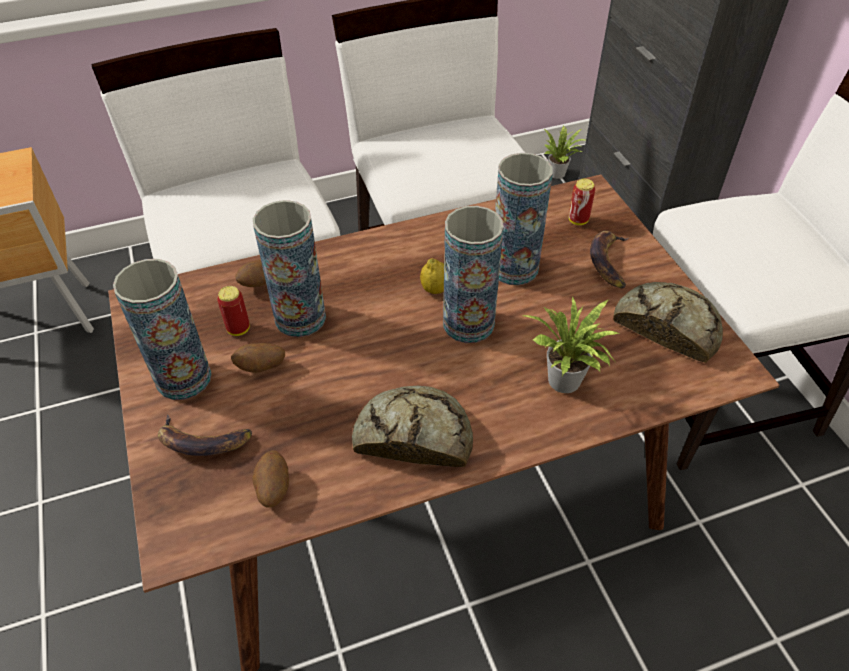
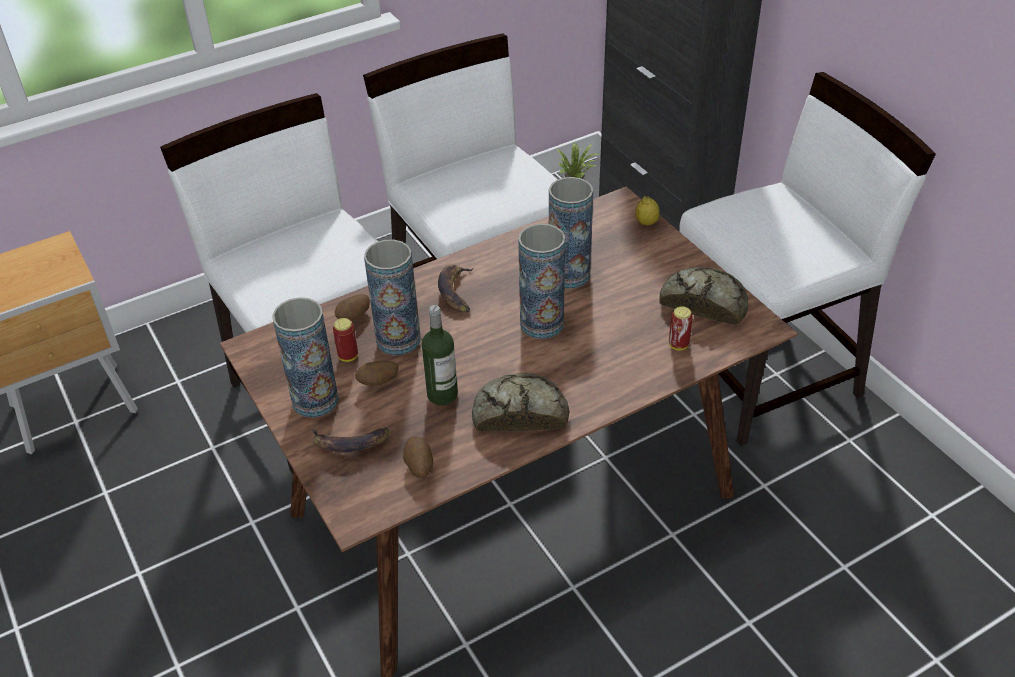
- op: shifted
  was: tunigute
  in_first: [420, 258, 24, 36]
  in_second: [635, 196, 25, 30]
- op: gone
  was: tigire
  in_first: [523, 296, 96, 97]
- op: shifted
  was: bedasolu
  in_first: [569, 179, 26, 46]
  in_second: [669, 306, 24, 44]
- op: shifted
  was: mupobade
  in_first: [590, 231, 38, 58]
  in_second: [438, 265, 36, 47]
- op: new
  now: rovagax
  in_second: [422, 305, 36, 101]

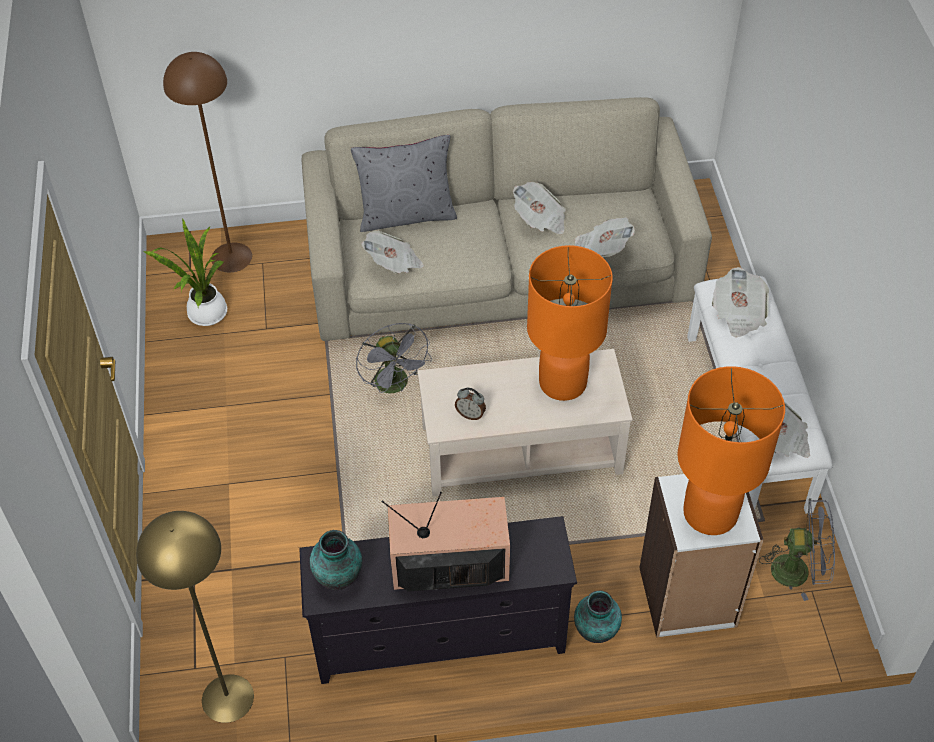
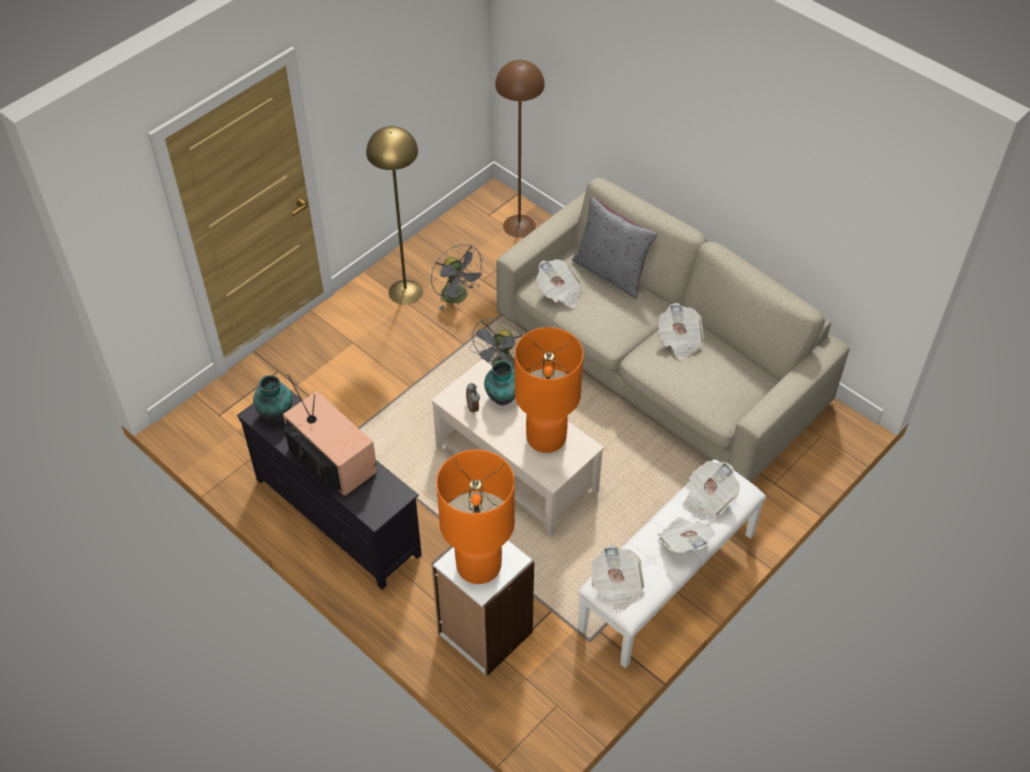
- op: shifted
  was: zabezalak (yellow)
  in_first: [136, 511, 118, 212]
  in_second: [366, 126, 57, 179]
- op: gone
  was: tigire
  in_first: [143, 217, 84, 109]
- op: shifted
  was: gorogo
  in_first: [574, 591, 48, 52]
  in_second: [484, 360, 31, 46]
- op: shifted
  was: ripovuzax
  in_first: [575, 218, 60, 39]
  in_second: [657, 517, 59, 36]
- op: shifted
  was: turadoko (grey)
  in_first: [759, 498, 76, 103]
  in_second: [431, 244, 55, 66]

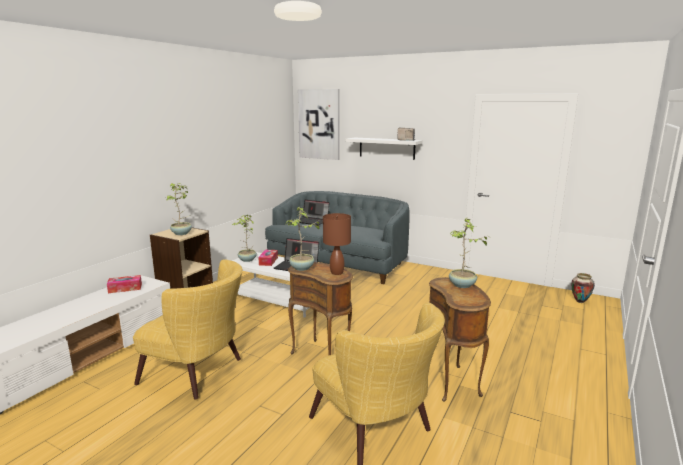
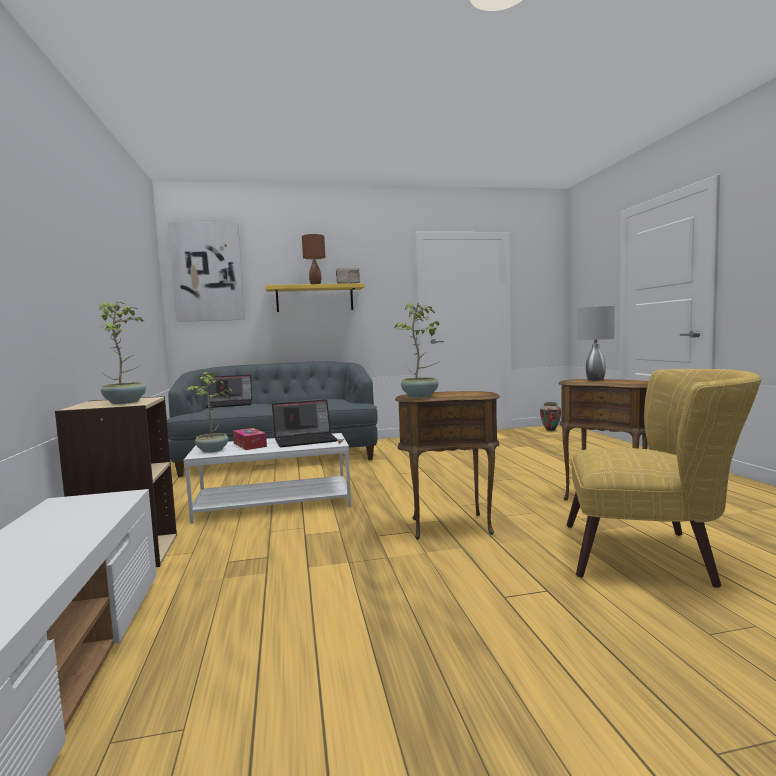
- op: gone
  was: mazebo
  in_first: [107, 275, 35, 18]
- op: gone
  was: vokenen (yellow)
  in_first: [133, 259, 110, 141]
- op: shifted
  was: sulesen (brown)
  in_first: [323, 213, 28, 62]
  in_second: [302, 234, 23, 50]
- op: repainted
  was: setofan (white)
  now: setofan (yellow)
  in_first: [345, 138, 78, 22]
  in_second: [265, 283, 100, 29]
- op: swapped
  was: tigire
  now: sulesen (grey)
  in_first: [449, 218, 38, 70]
  in_second: [578, 306, 37, 75]

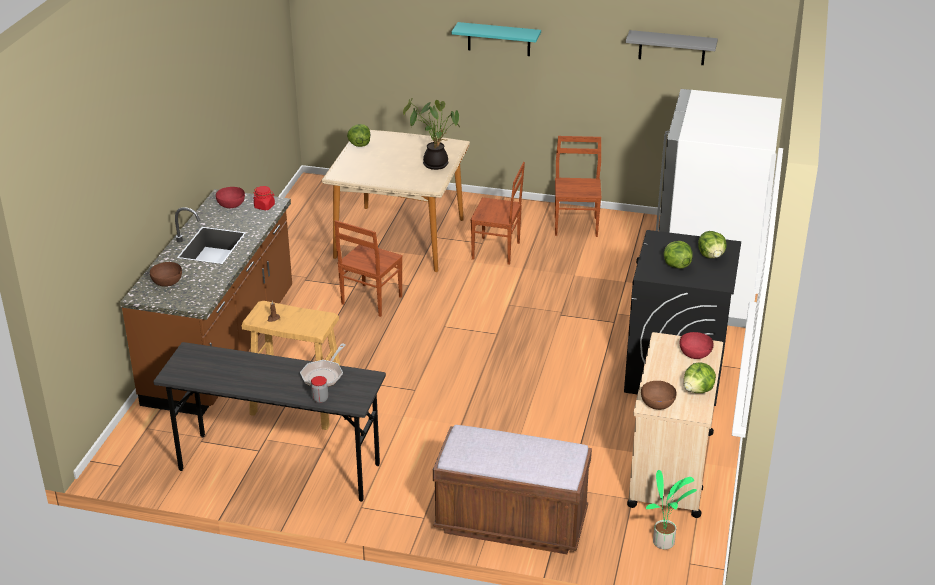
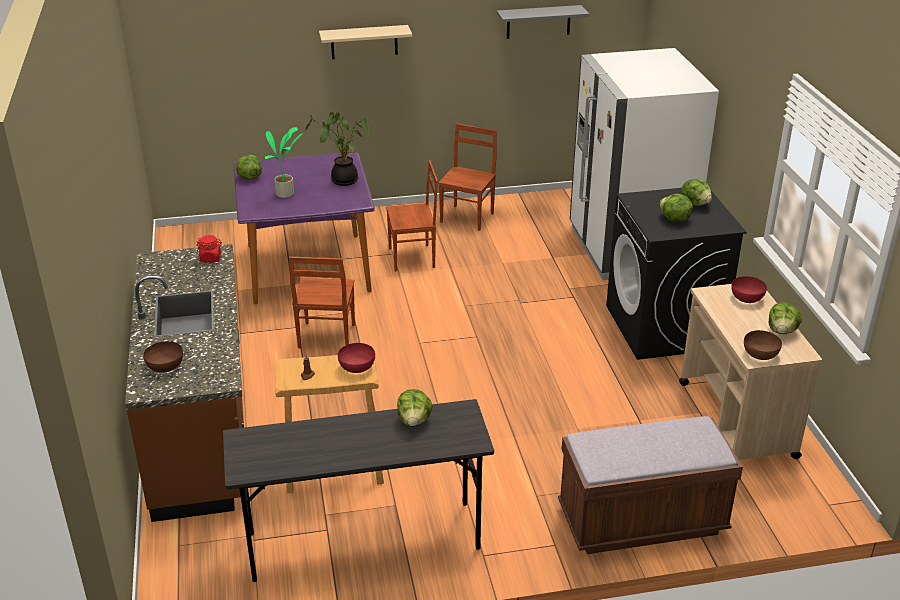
- op: shifted
  was: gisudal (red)
  in_first: [216, 187, 29, 21]
  in_second: [338, 343, 37, 30]
- op: swapped
  was: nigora
  now: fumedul
  in_first: [300, 343, 46, 44]
  in_second: [397, 389, 36, 37]
- op: gone
  was: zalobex
  in_first: [311, 376, 17, 27]
- op: repainted
  was: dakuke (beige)
  now: dakuke (purple)
  in_first: [322, 130, 148, 142]
  in_second: [233, 152, 142, 152]
- op: repainted
  was: setofan (turquoise)
  now: setofan (beige)
  in_first: [451, 22, 90, 34]
  in_second: [319, 25, 93, 34]
- op: rotated
  was: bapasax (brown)
  in_first: [555, 136, 47, 101]
  in_second: [438, 123, 59, 108]
  clockwise: 45
- op: shifted
  was: tigire
  in_first: [646, 470, 51, 80]
  in_second: [265, 127, 37, 71]

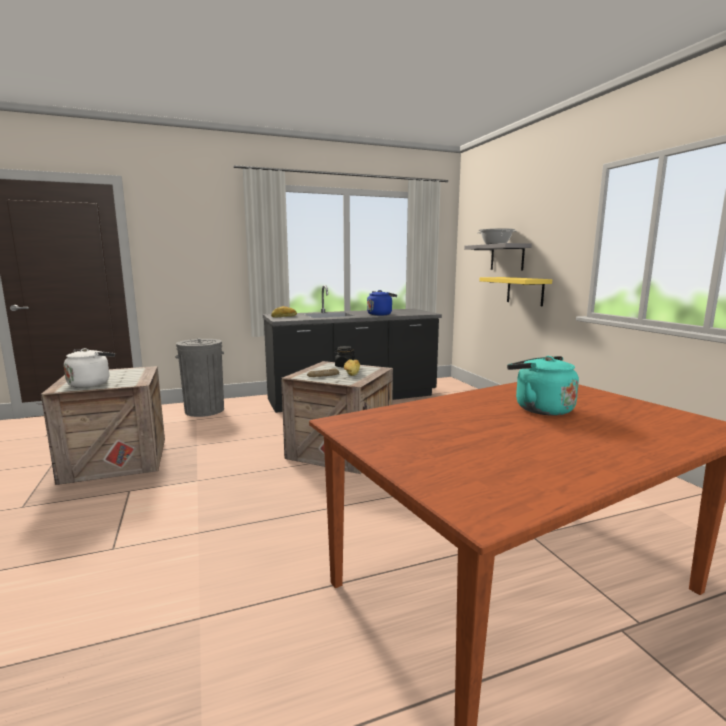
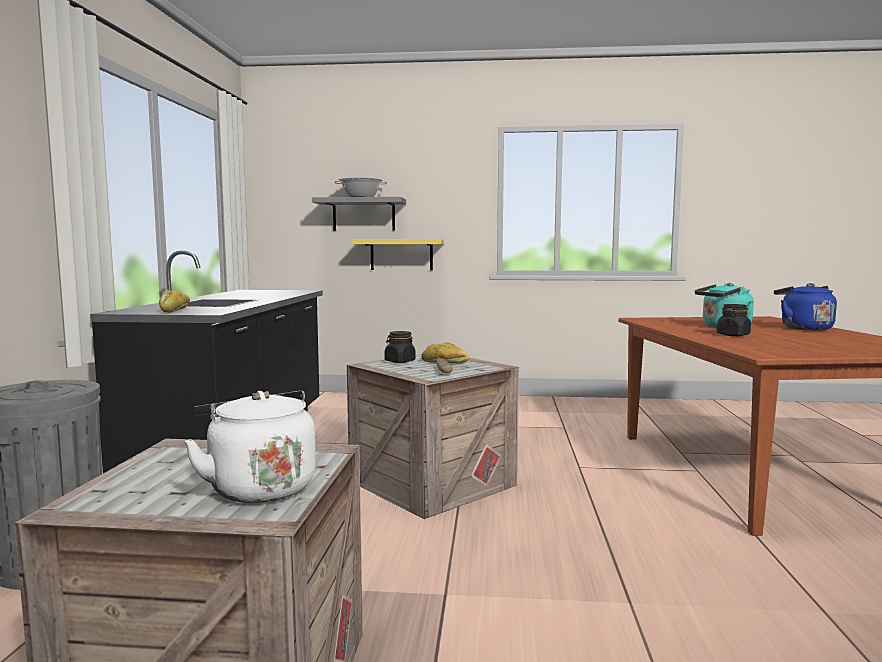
- op: shifted
  was: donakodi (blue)
  in_first: [367, 290, 30, 26]
  in_second: [774, 283, 63, 47]
- op: new
  now: zalobex (black)
  in_second: [717, 304, 34, 32]

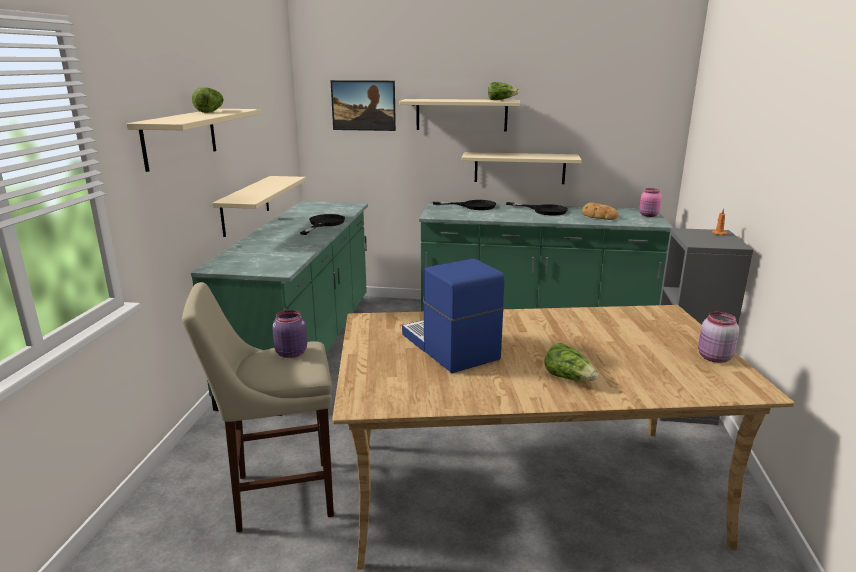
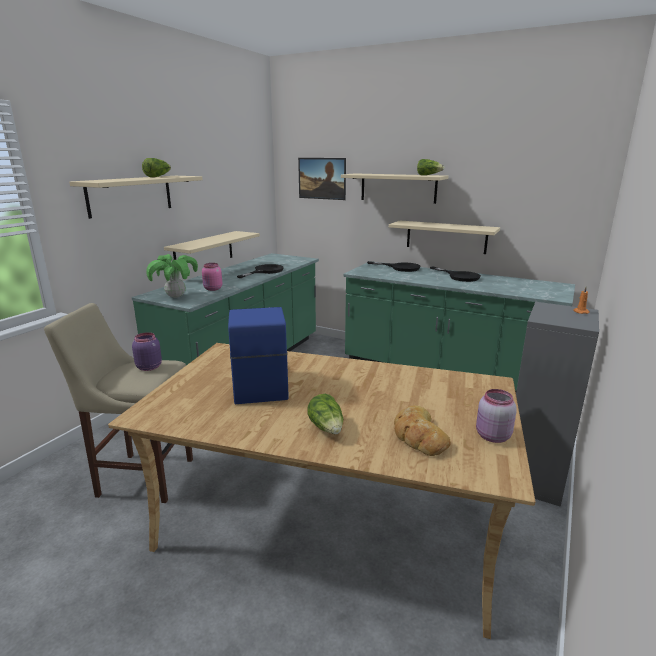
- op: shifted
  was: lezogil
  in_first: [582, 202, 37, 18]
  in_second: [394, 405, 57, 51]
- op: shifted
  was: zalobex (pink)
  in_first: [639, 188, 23, 29]
  in_second: [202, 263, 20, 28]
- op: new
  now: tigire
  in_second: [146, 254, 52, 44]

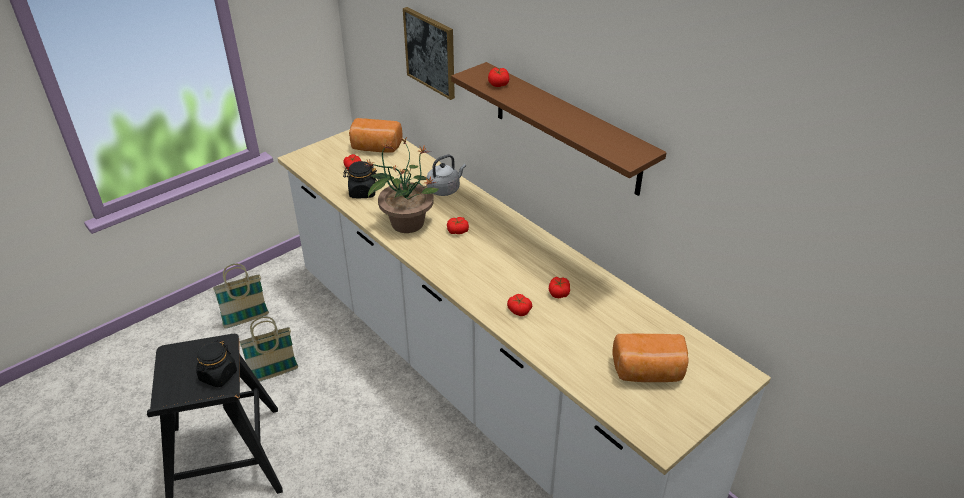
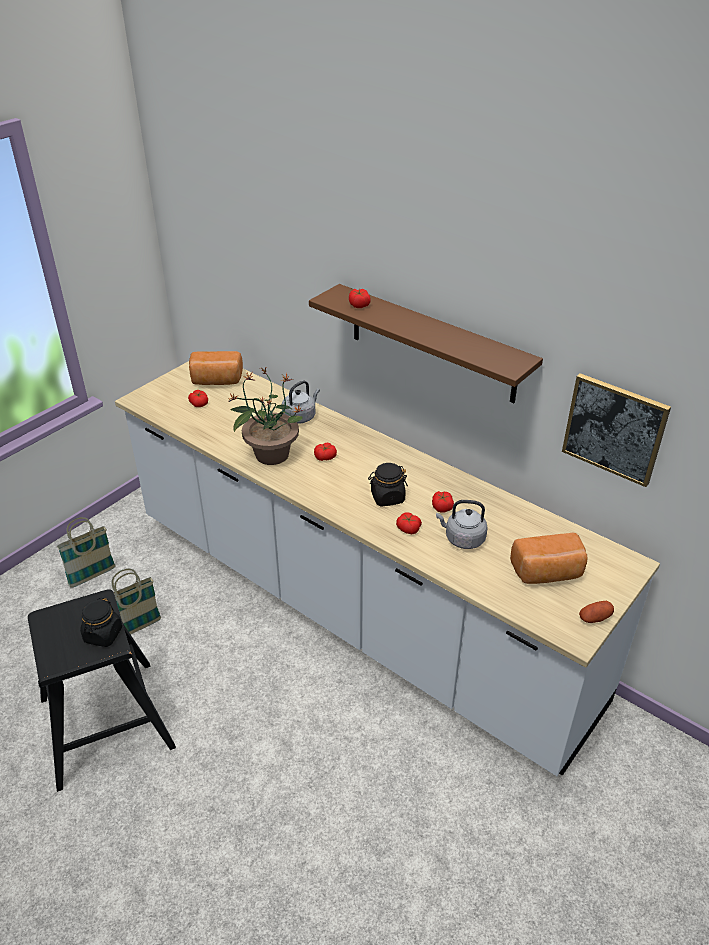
- op: shifted
  was: zalobex (black)
  in_first: [343, 161, 36, 37]
  in_second: [368, 463, 40, 44]
- op: shifted
  was: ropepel
  in_first: [403, 7, 52, 93]
  in_second: [562, 373, 109, 114]
- op: new
  now: donakodi (grey)
  in_second: [436, 500, 52, 49]
- op: new
  now: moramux
  in_second: [579, 601, 35, 22]

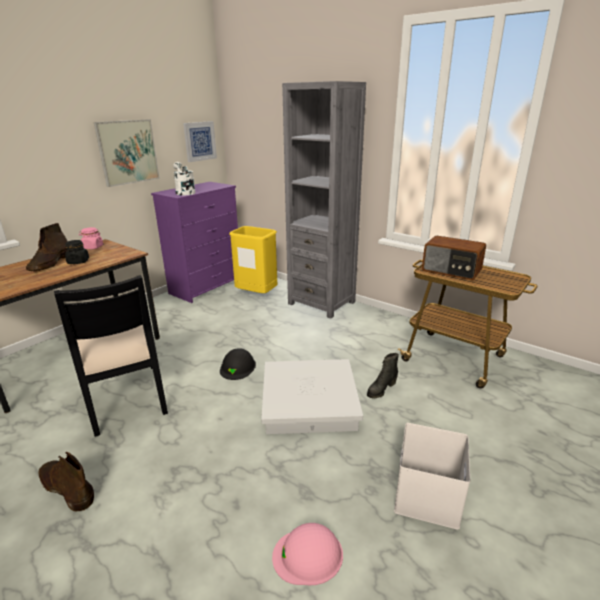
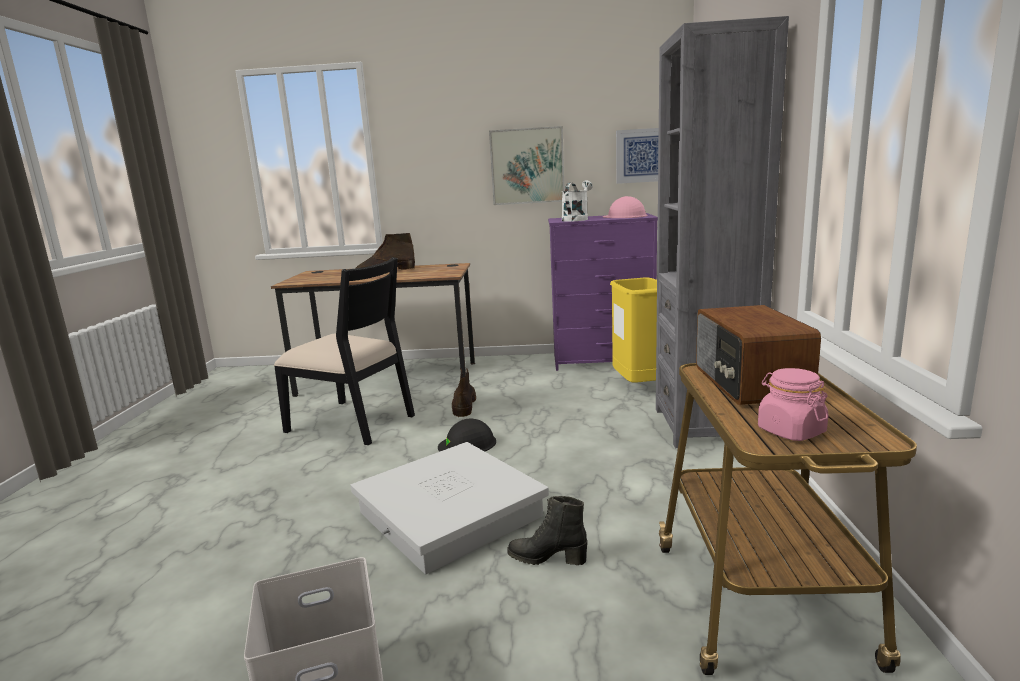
- op: shifted
  was: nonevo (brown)
  in_first: [39, 452, 55, 59]
  in_second: [452, 368, 24, 49]
- op: rotated
  was: bapasax (black)
  in_first: [54, 275, 114, 162]
  in_second: [274, 257, 141, 188]
  clockwise: -90
- op: gone
  was: zalobex (black)
  in_first: [65, 240, 24, 24]
- op: shifted
  was: zalobex (pink)
  in_first: [79, 227, 24, 22]
  in_second: [758, 368, 70, 73]
- op: shifted
  was: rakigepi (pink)
  in_first: [272, 523, 71, 62]
  in_second: [603, 196, 44, 22]

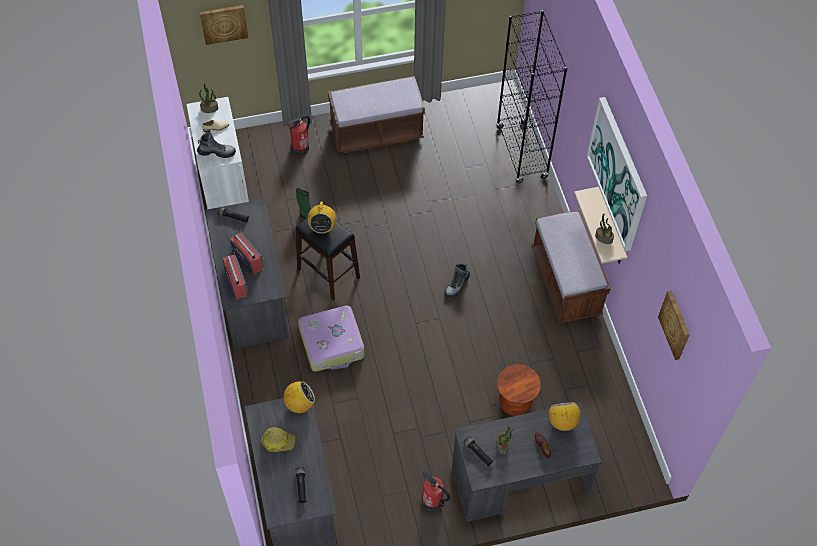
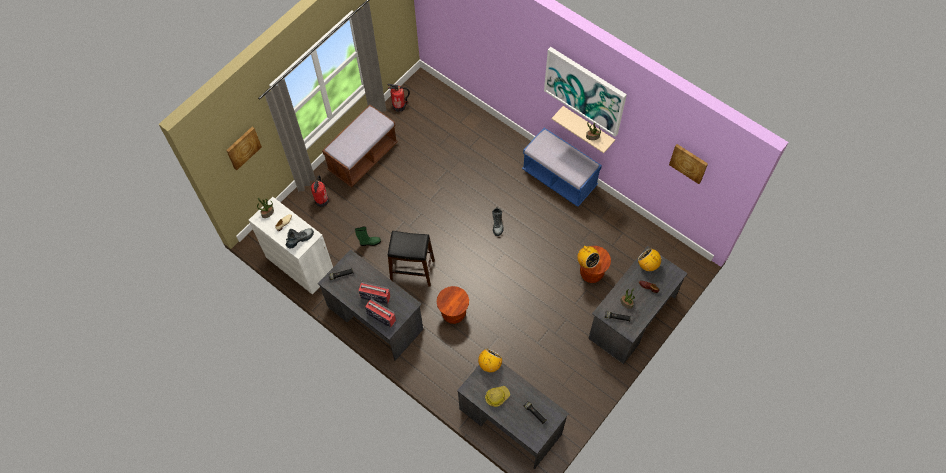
- op: swapped
  was: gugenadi
  now: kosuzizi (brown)
  in_first: [298, 305, 67, 67]
  in_second: [437, 286, 32, 38]
- op: shifted
  was: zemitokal
  in_first: [307, 202, 29, 32]
  in_second: [577, 246, 23, 22]
- op: shifted
  was: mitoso
  in_first: [422, 471, 28, 40]
  in_second: [387, 84, 23, 28]
- op: gone
  was: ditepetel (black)
  in_first: [496, 10, 72, 173]
- op: repainted
  was: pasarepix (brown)
  now: pasarepix (blue)
  in_first: [532, 210, 78, 113]
  in_second: [522, 128, 80, 79]

